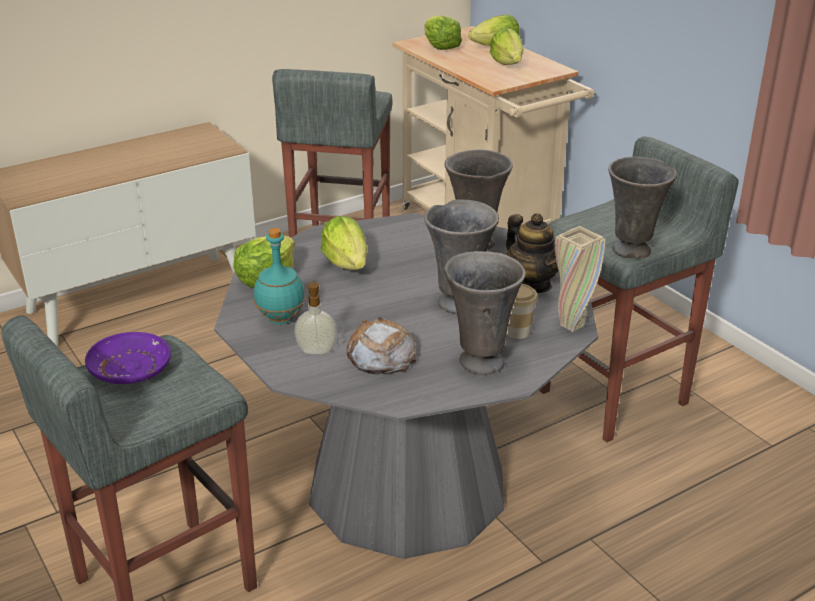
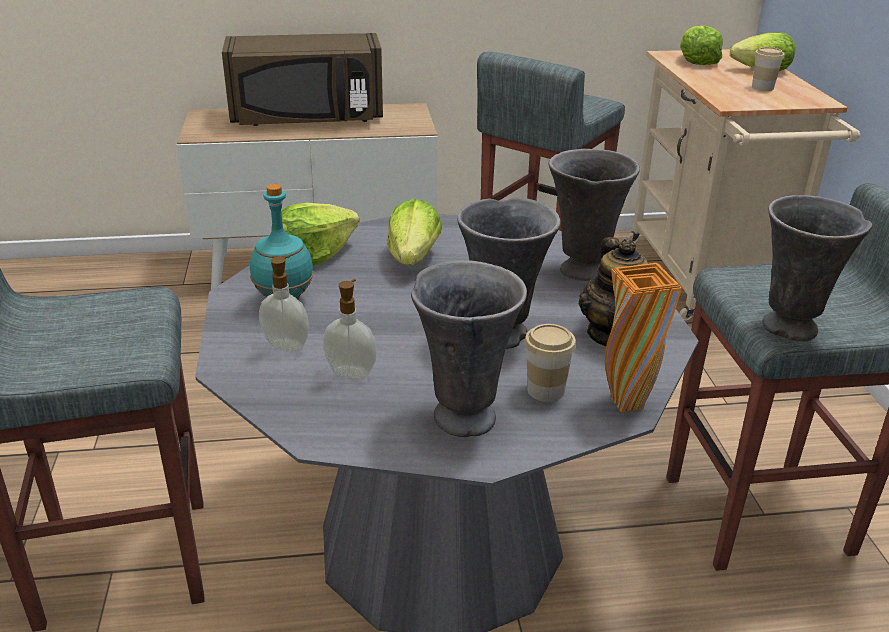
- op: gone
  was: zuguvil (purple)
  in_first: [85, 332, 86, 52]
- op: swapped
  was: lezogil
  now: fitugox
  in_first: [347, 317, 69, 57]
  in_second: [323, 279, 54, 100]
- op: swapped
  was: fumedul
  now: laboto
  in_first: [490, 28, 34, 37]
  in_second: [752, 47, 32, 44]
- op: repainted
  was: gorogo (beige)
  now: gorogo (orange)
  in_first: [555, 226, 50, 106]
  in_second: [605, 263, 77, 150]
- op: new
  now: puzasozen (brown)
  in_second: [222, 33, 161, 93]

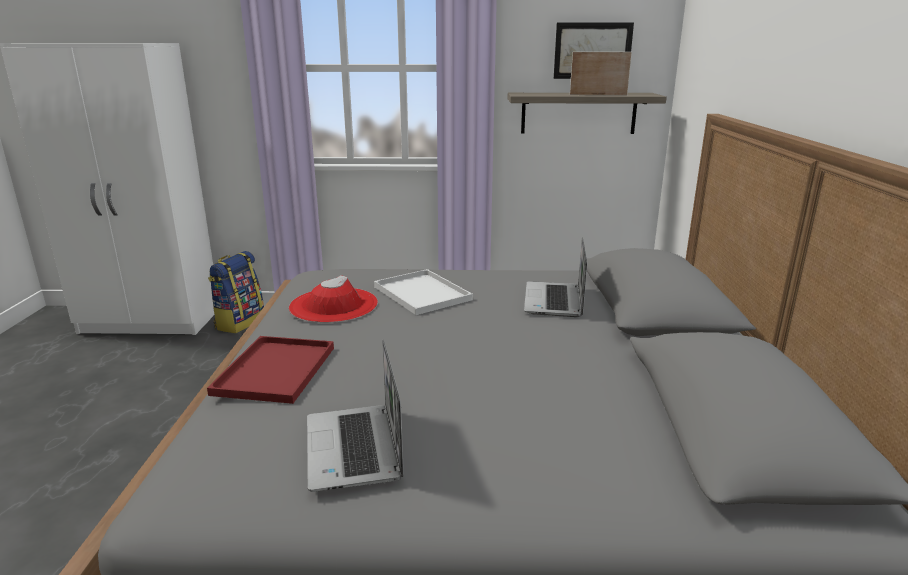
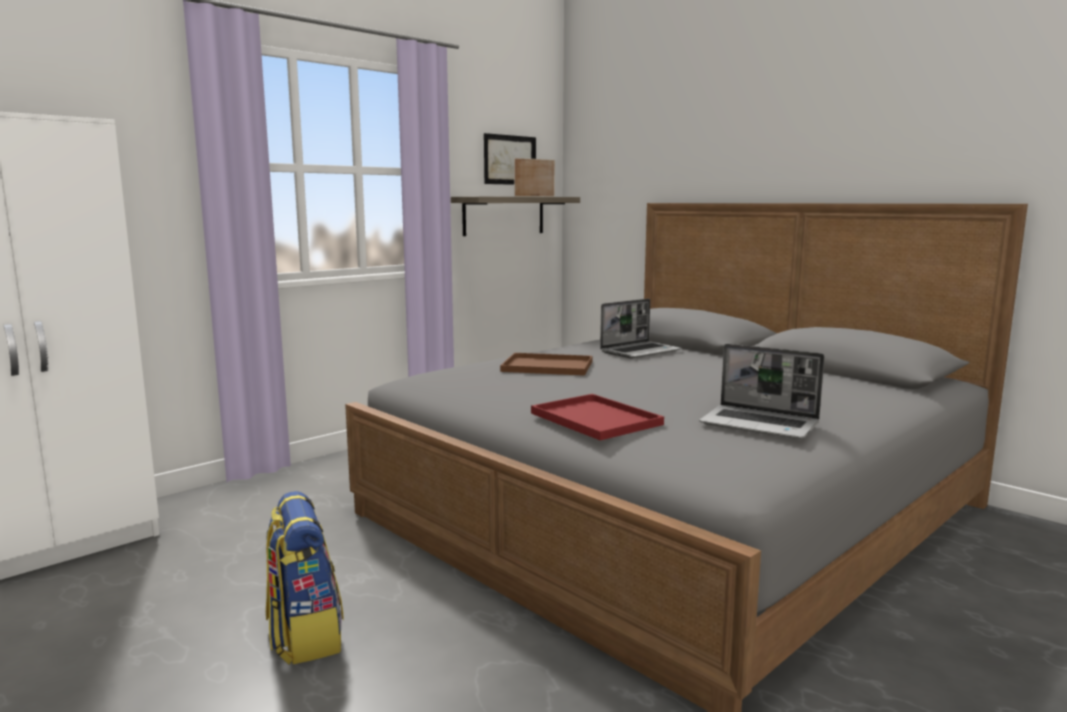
- op: shifted
  was: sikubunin
  in_first: [208, 251, 56, 82]
  in_second: [266, 491, 78, 174]
- op: gone
  was: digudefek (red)
  in_first: [289, 275, 89, 48]
- op: repainted
  was: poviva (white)
  now: poviva (brown)
  in_first: [374, 269, 99, 46]
  in_second: [500, 353, 92, 23]
- op: rotated
  was: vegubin
  in_first: [524, 237, 63, 80]
  in_second: [600, 299, 82, 60]
  clockwise: -90

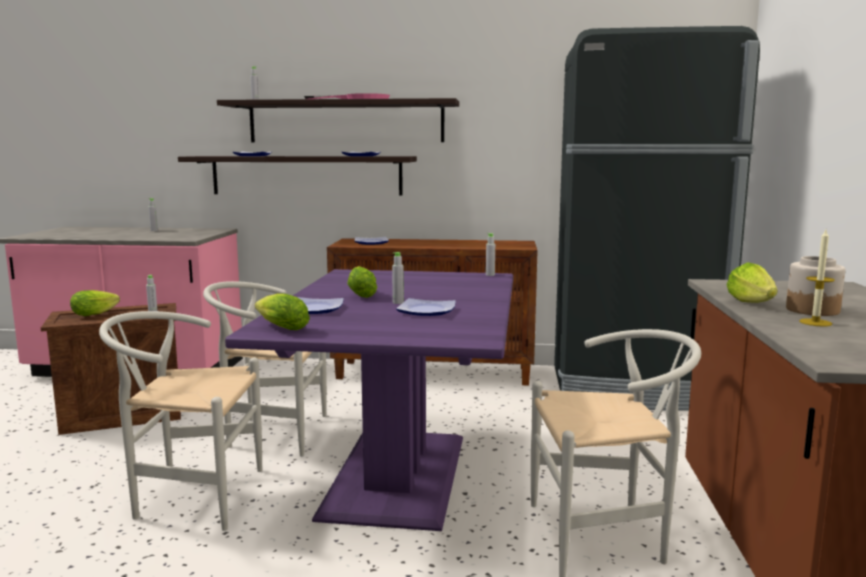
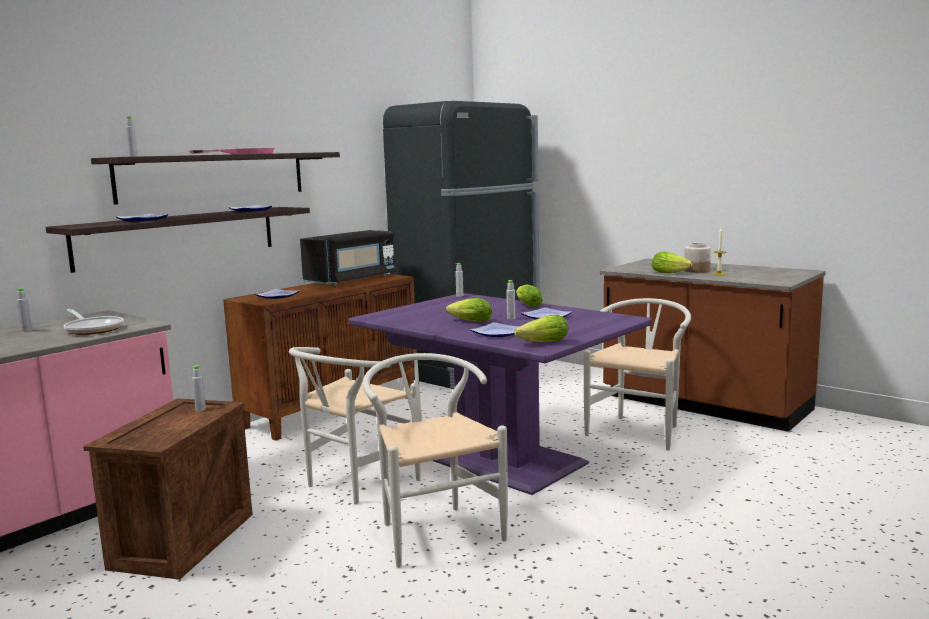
- op: shifted
  was: fumedul
  in_first: [70, 290, 50, 26]
  in_second: [516, 284, 27, 23]
- op: rotated
  was: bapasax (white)
  in_first: [99, 311, 163, 220]
  in_second: [362, 353, 146, 215]
  clockwise: 120
- op: new
  now: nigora
  in_second: [63, 309, 61, 26]
- op: new
  now: puzasozen (black)
  in_second: [300, 230, 96, 56]

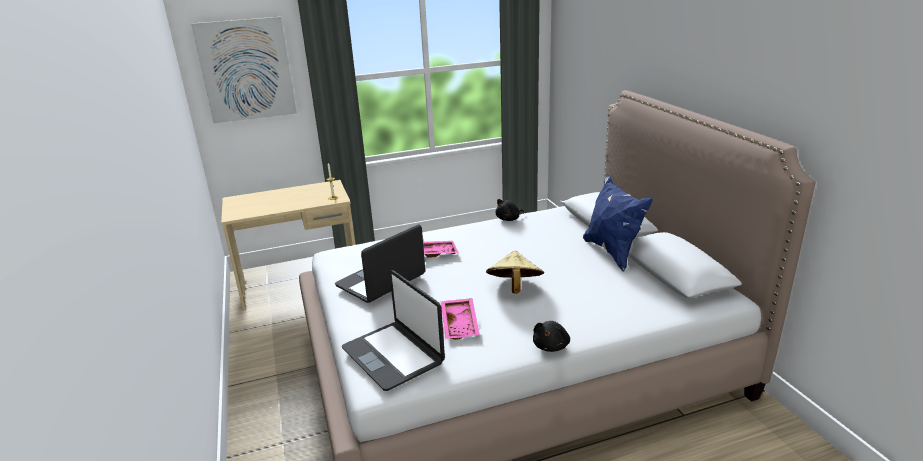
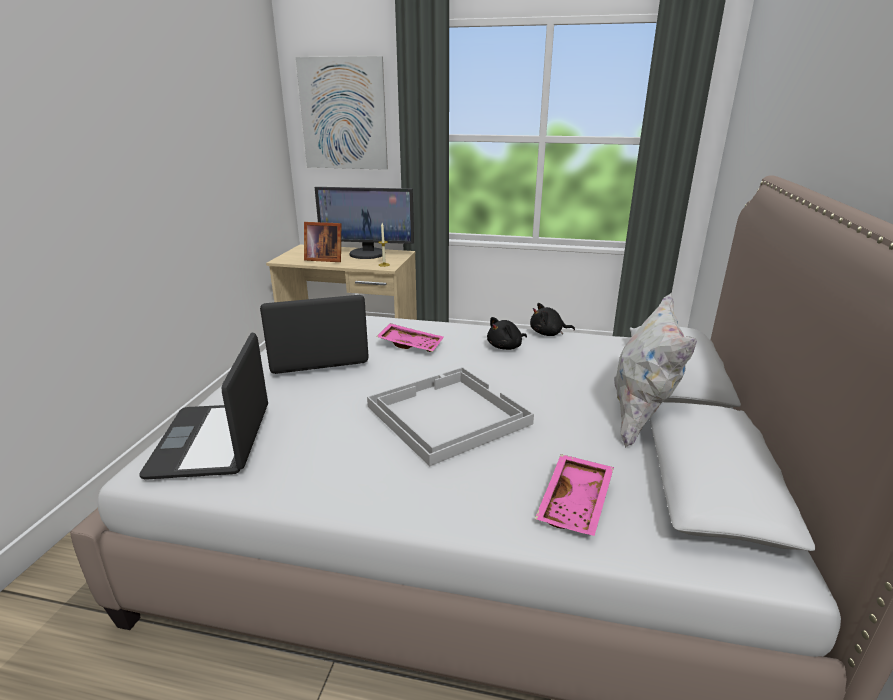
- op: shifted
  was: poviva (pink)
  in_first: [441, 298, 39, 42]
  in_second: [535, 454, 79, 82]
- op: swapped
  was: digudefek (beige)
  now: poviva (white)
  in_first: [486, 250, 58, 44]
  in_second: [367, 367, 167, 99]
- op: shifted
  was: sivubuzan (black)
  in_first: [533, 321, 37, 31]
  in_second: [487, 317, 40, 33]
- op: repainted
  was: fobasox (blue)
  now: fobasox (white)
  in_first: [583, 174, 70, 98]
  in_second: [614, 293, 83, 155]
- op: new
  now: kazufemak
  in_second: [304, 222, 37, 40]
- op: new
  now: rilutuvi
  in_second: [314, 187, 100, 72]

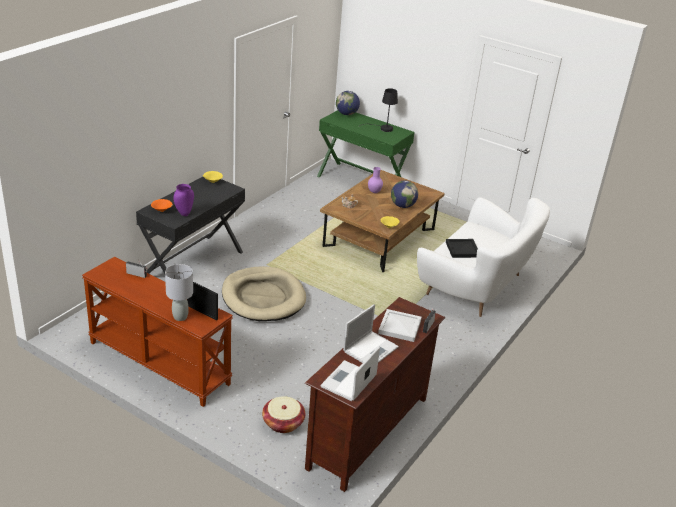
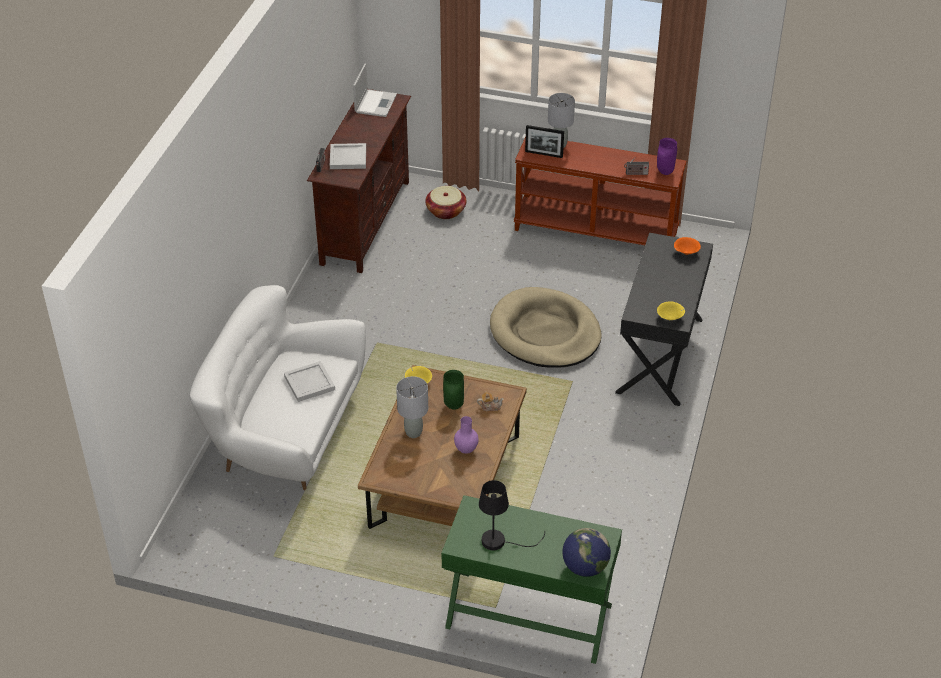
- op: shifted
  was: gorogo (purple)
  in_first: [174, 184, 20, 32]
  in_second: [657, 138, 20, 37]
- op: gone
  was: vegubin
  in_first: [343, 304, 56, 59]
- op: swapped
  was: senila
  now: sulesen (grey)
  in_first: [391, 180, 27, 28]
  in_second: [396, 376, 32, 62]
- op: repainted
  was: poviva (black)
  now: poviva (white)
  in_first: [446, 239, 32, 19]
  in_second: [284, 361, 51, 41]
- op: new
  now: gorogo (green)
  in_second: [443, 370, 21, 40]

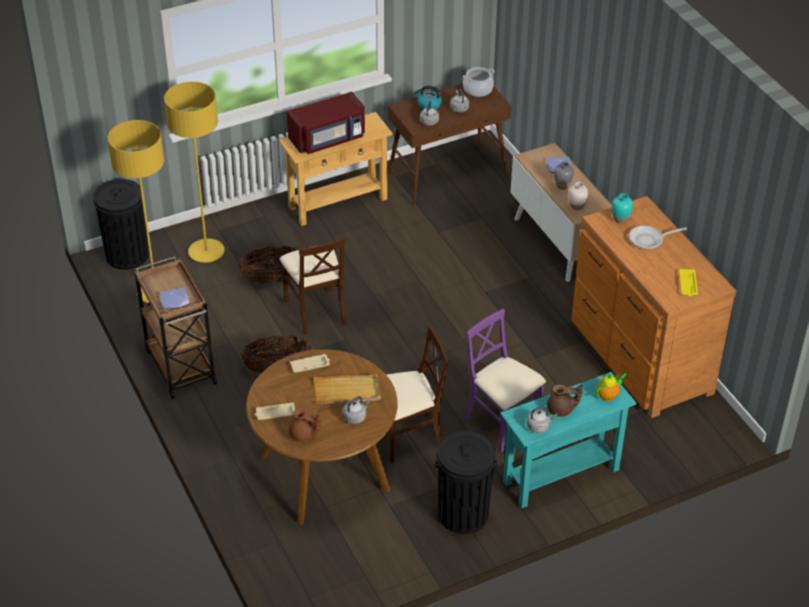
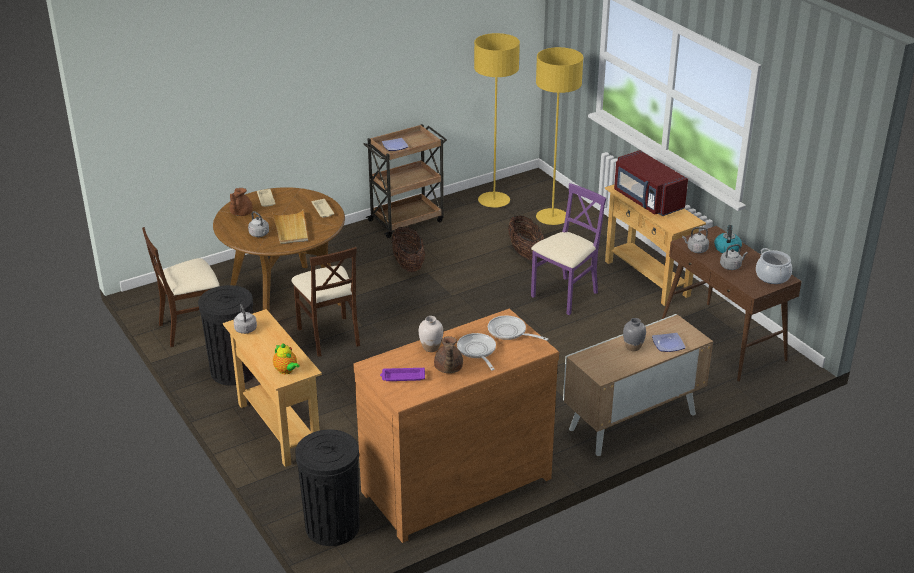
- op: shifted
  was: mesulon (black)
  in_first: [93, 179, 56, 91]
  in_second: [295, 430, 65, 116]
- op: shifted
  was: bapasax (beige)
  in_first: [280, 238, 66, 98]
  in_second: [142, 227, 78, 120]
- op: shifted
  was: bapasax (purple)
  in_first: [464, 309, 82, 143]
  in_second: [531, 183, 75, 132]
- op: repainted
  was: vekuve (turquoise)
  now: vekuve (beige)
  in_first: [500, 372, 137, 136]
  in_second: [223, 309, 99, 158]
- op: shifted
  was: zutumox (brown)
  in_first: [547, 384, 36, 33]
  in_second: [434, 336, 29, 37]
- op: shifted
  was: gorogo (white)
  in_first: [568, 182, 20, 28]
  in_second: [419, 316, 24, 36]
- op: swapped
  was: gorogo (turquoise)
  now: nigora
  in_first: [612, 193, 21, 31]
  in_second: [488, 315, 60, 26]
- op: repainted
  was: poviva (yellow)
  now: poviva (purple)
  in_first: [679, 269, 19, 27]
  in_second: [380, 367, 45, 14]

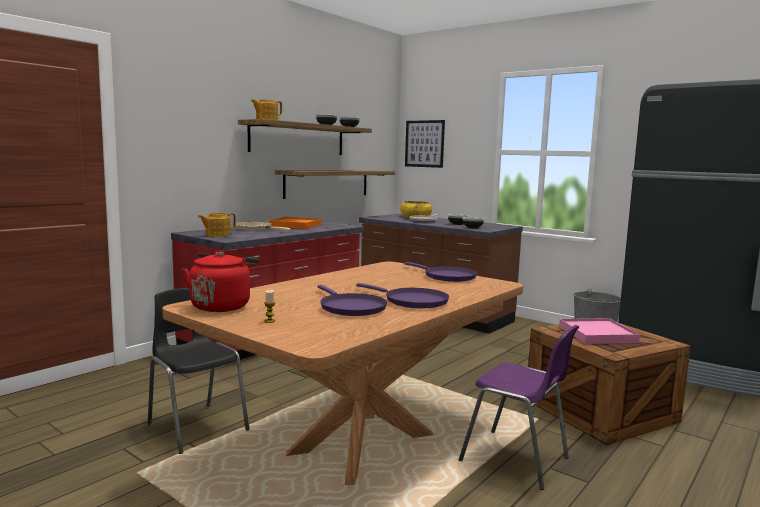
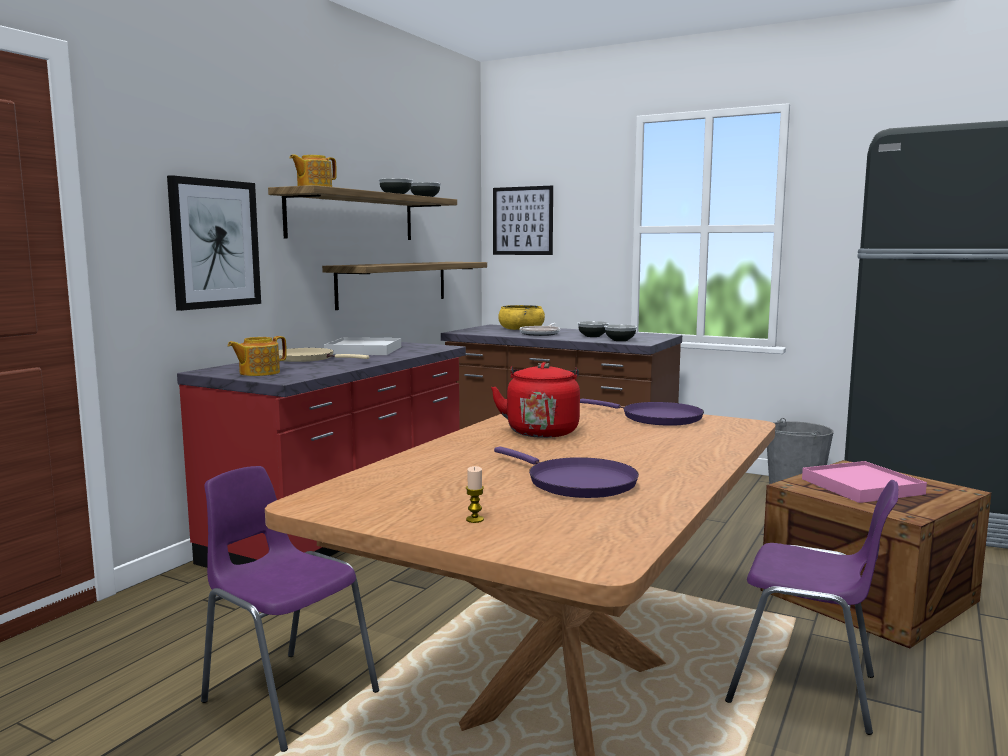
- op: repainted
  was: bapasax (black)
  now: bapasax (purple)
  in_first: [148, 288, 101, 166]
  in_second: [201, 466, 178, 286]
- op: shifted
  was: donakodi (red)
  in_first: [182, 252, 77, 60]
  in_second: [491, 362, 89, 76]
- op: repainted
  was: poviva (orange)
  now: poviva (white)
  in_first: [269, 217, 53, 12]
  in_second: [324, 337, 77, 18]
- op: gone
  was: nigora (purple)
  in_first: [356, 283, 93, 25]
- op: new
  now: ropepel
  in_second: [167, 175, 94, 136]

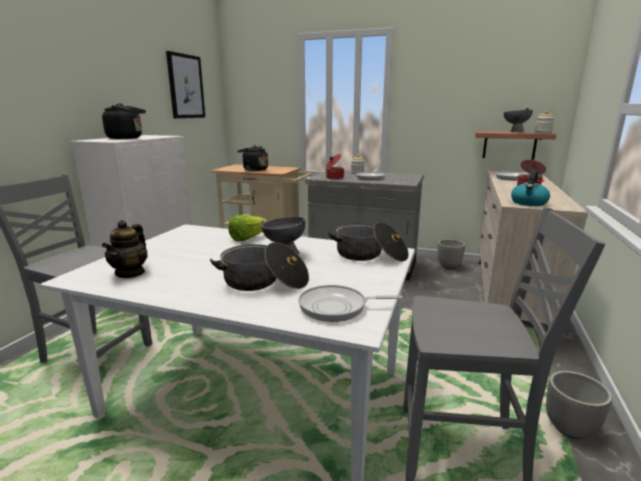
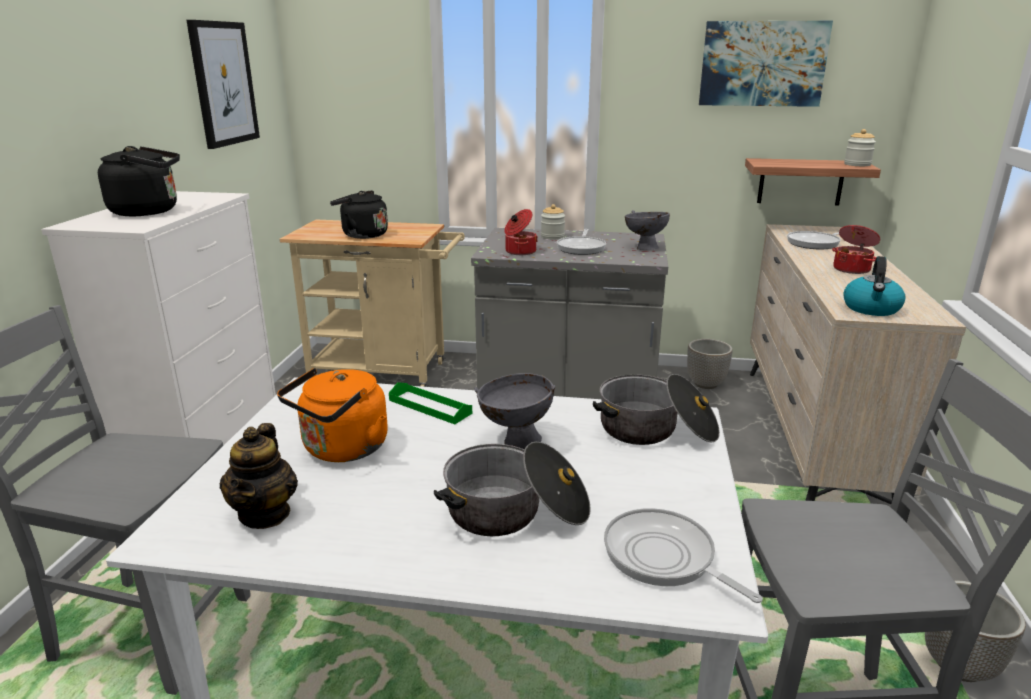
- op: swapped
  was: fumedul
  now: poviva (green)
  in_first: [228, 215, 39, 26]
  in_second: [389, 382, 83, 42]
- op: rotated
  was: nigora
  in_first: [298, 285, 104, 37]
  in_second: [604, 508, 159, 95]
  clockwise: 60
- op: shifted
  was: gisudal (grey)
  in_first: [504, 108, 29, 24]
  in_second: [625, 210, 45, 40]
- op: new
  now: donakodi (orange)
  in_second: [277, 368, 111, 94]
- op: new
  now: ropepel
  in_second: [699, 21, 134, 86]

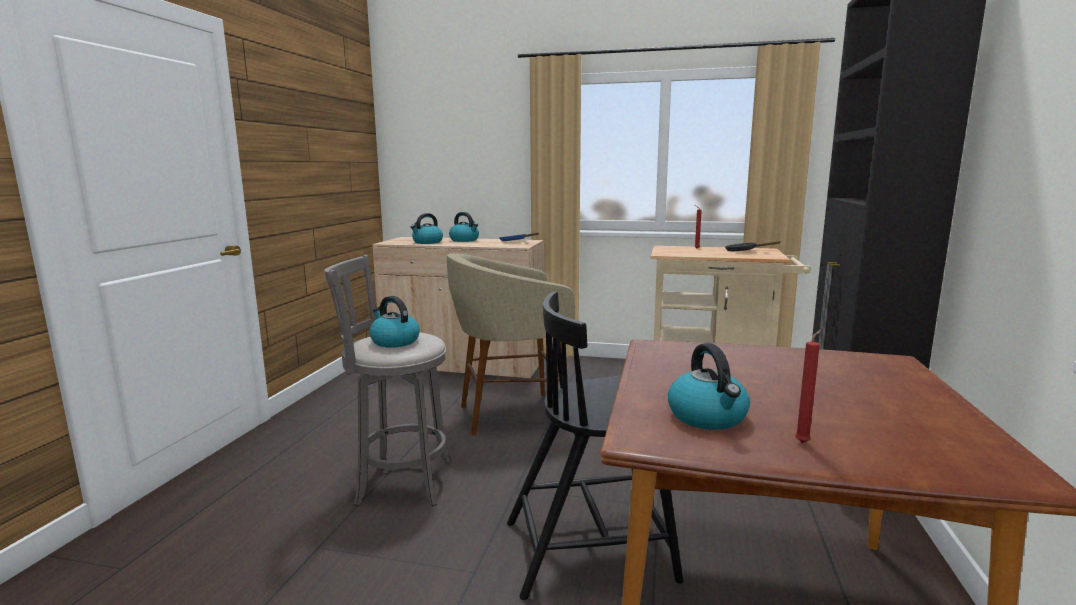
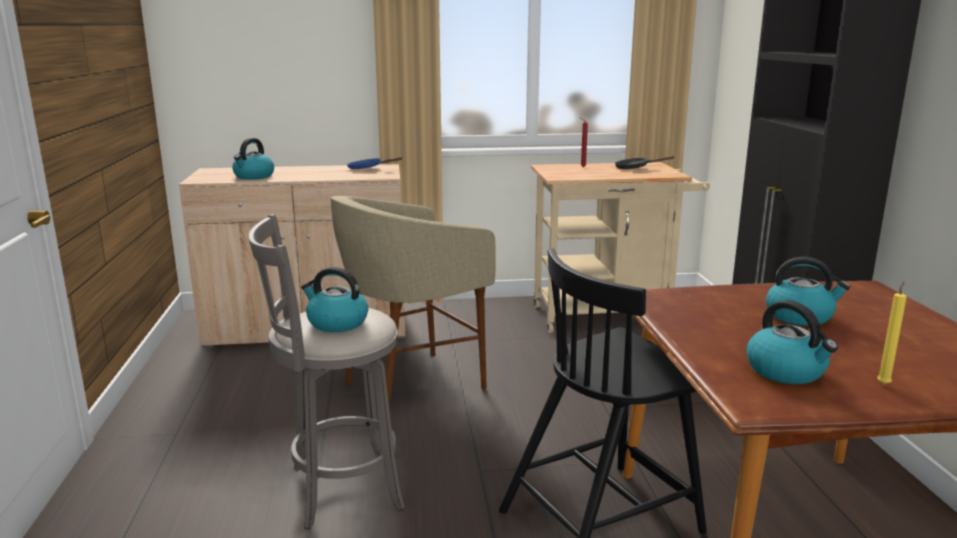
- op: shifted
  was: donakodi
  in_first: [449, 212, 30, 30]
  in_second: [766, 257, 84, 69]
- op: repainted
  was: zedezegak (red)
  now: zedezegak (yellow)
  in_first: [795, 329, 26, 114]
  in_second: [877, 281, 30, 104]

